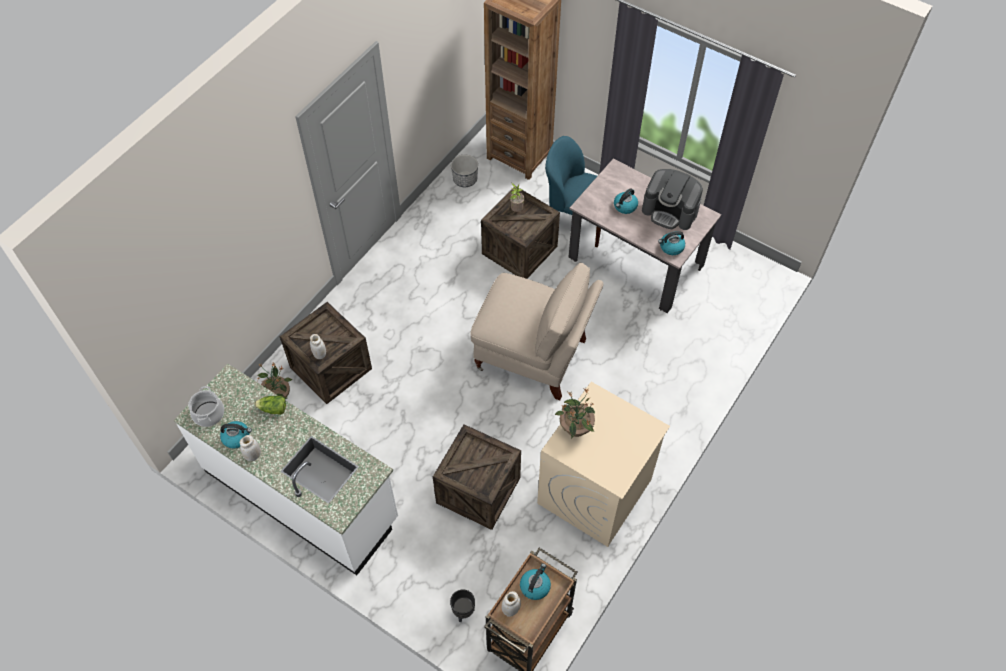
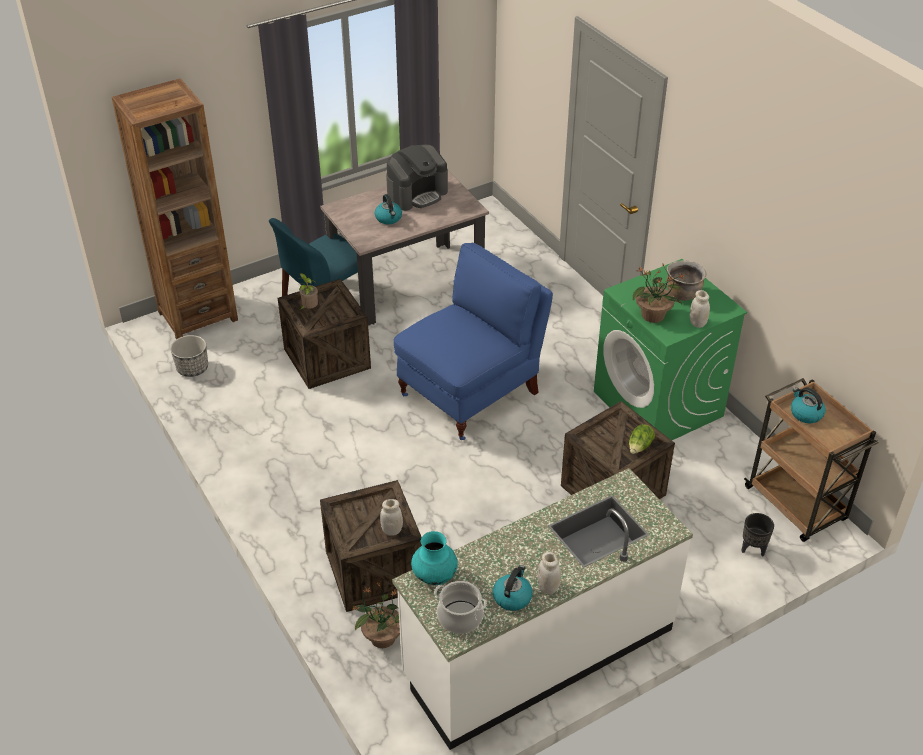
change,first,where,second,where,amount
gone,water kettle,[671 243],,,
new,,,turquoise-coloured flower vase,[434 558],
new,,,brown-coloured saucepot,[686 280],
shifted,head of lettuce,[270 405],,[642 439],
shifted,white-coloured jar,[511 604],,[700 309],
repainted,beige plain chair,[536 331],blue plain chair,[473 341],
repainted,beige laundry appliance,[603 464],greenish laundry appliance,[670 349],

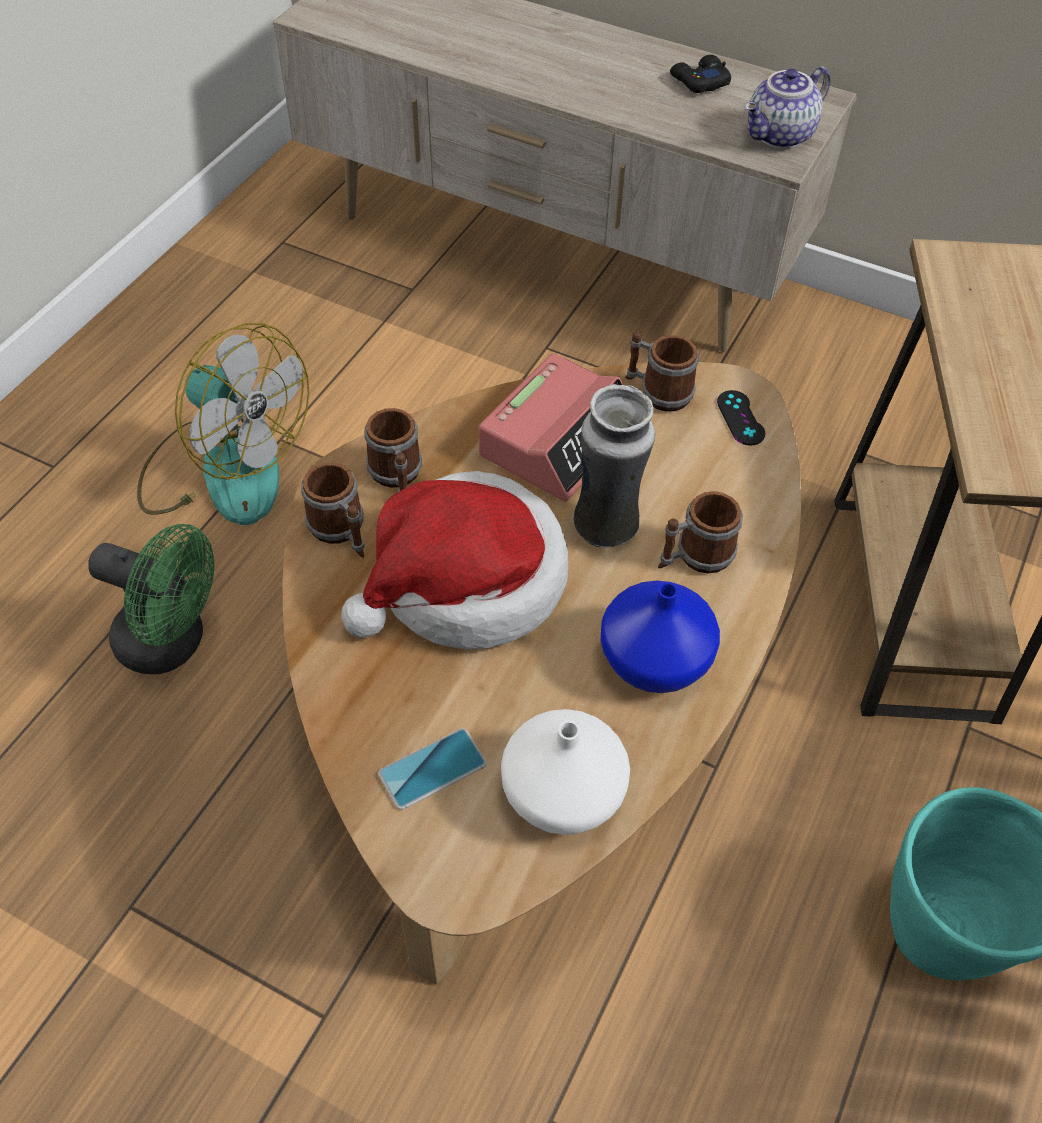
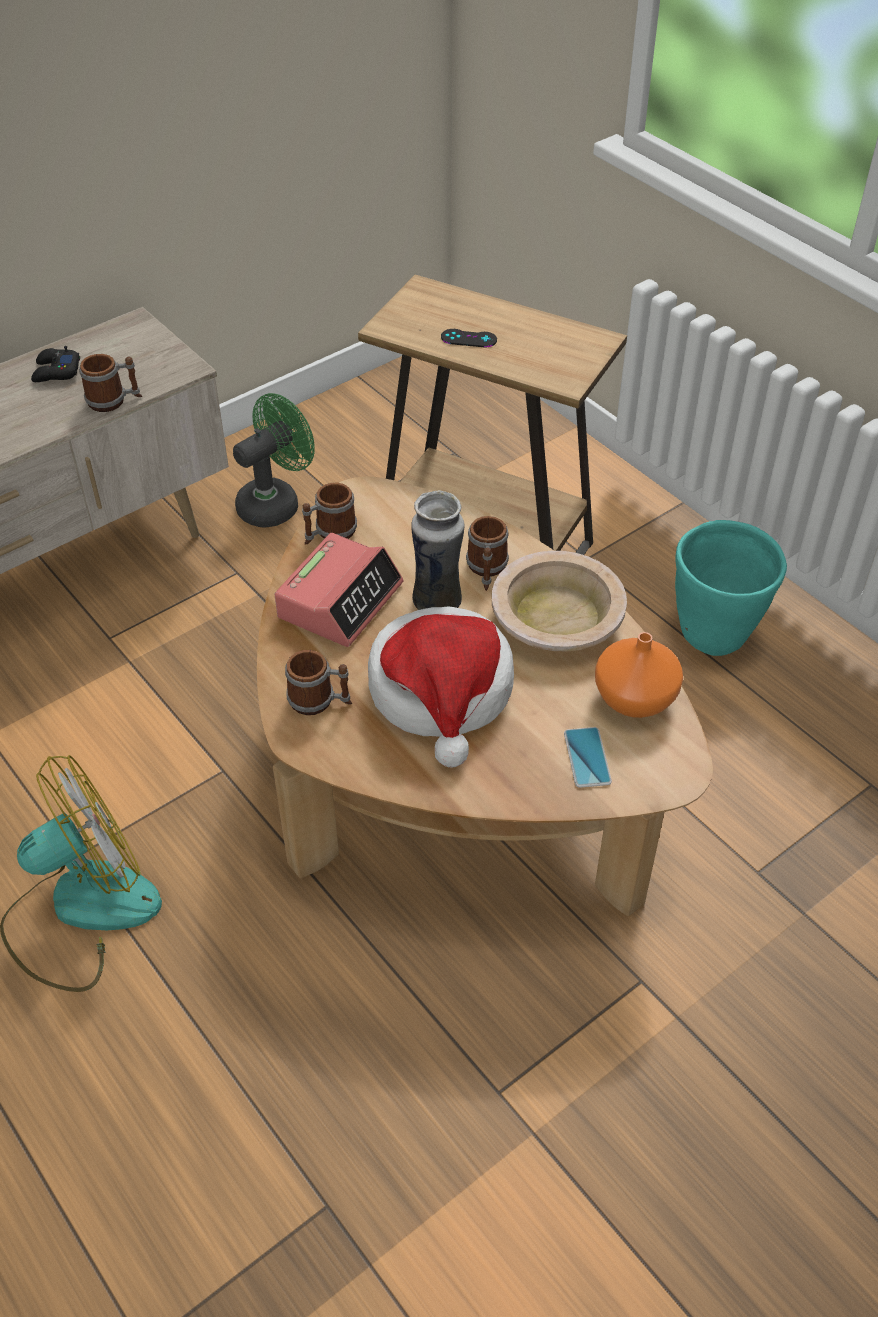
change,first,where,second,where,amount
gone,teapot,[787 107],,,
shifted,greenish cooling fan,[151 599],,[274 460],
shifted,tea mug,[333 510],,[110 383],
shifted,blackish game controller,[741 417],,[469 338],
swapped,blue flower vase,[660 637],beige deep dish,[559 601],
repainted,white-coloured flower vase,[565 772],orangey flower vase,[639 675],
rotated,bedside clock,[550 427],,[339 590],60 degrees clockwise

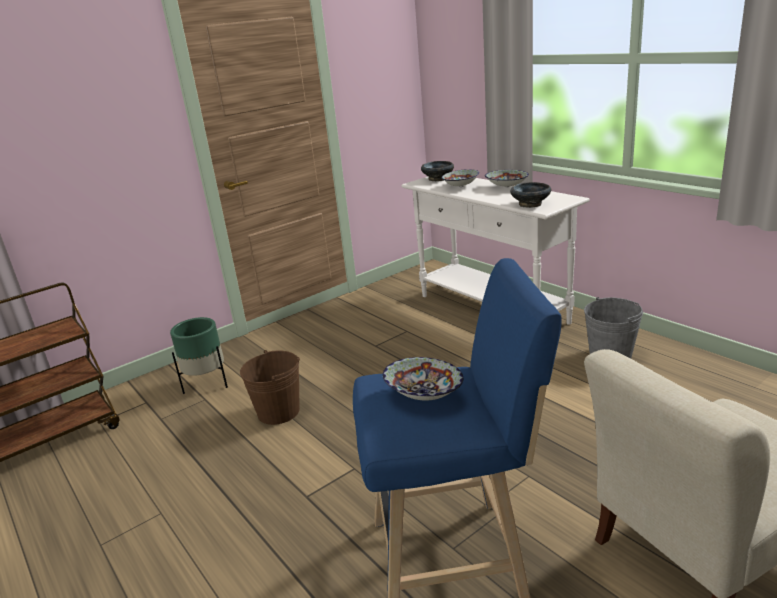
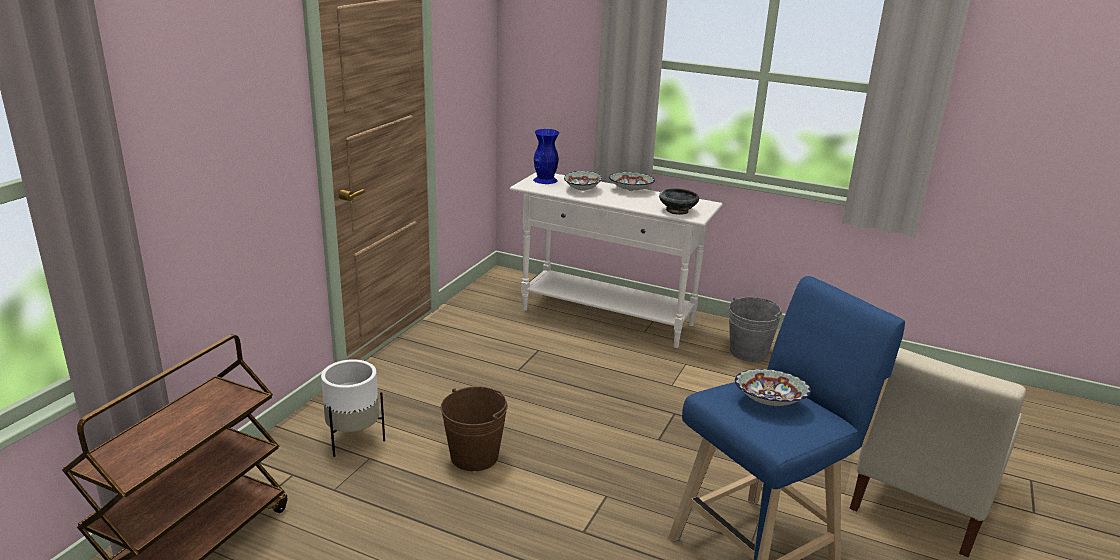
change,first,where,second,where,amount
swapped,blackish deep dish,[437 171],blue flower vase,[546 156],
repainted,greenish plant pot,[199 355],white-coloured plant pot,[353 408],

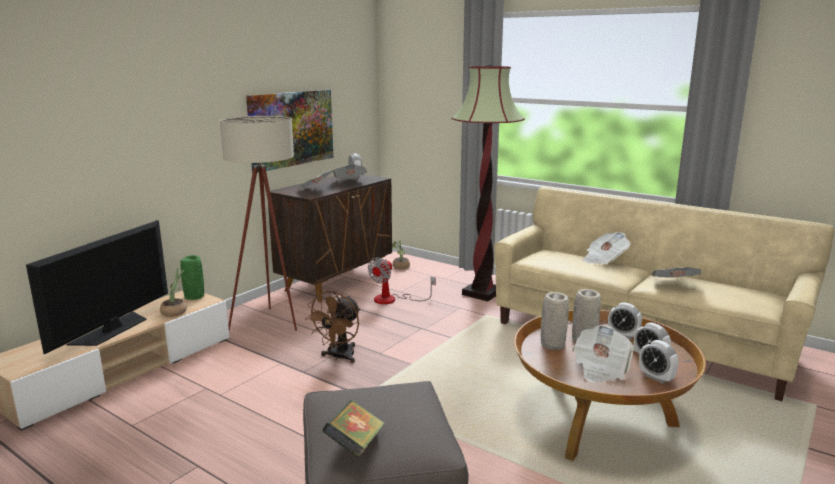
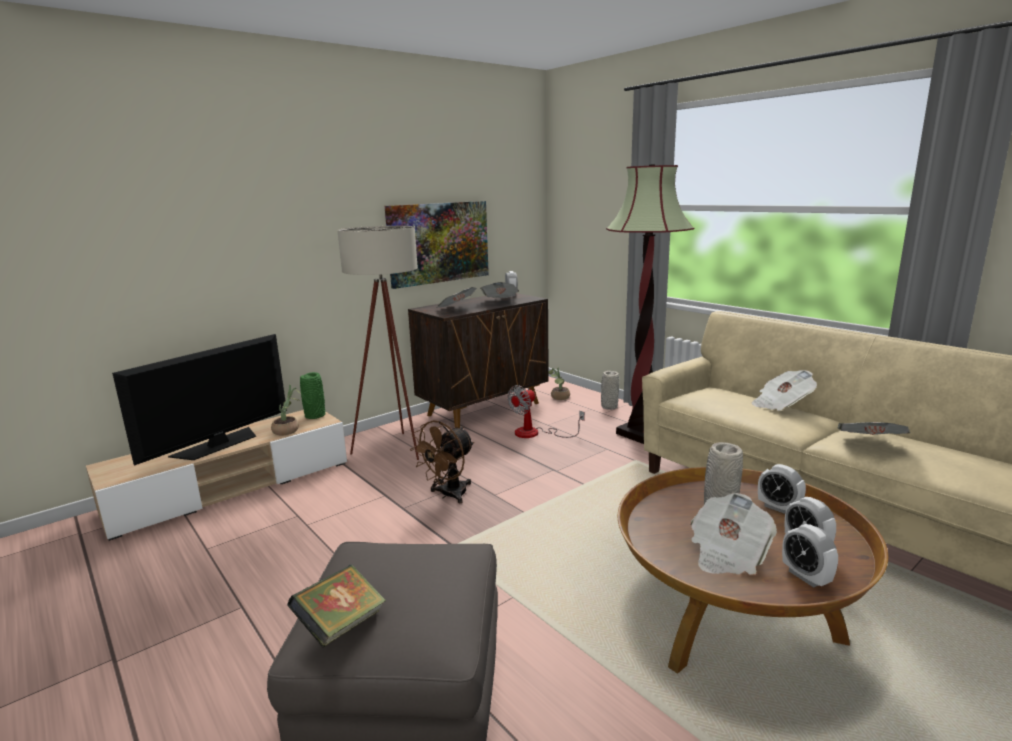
change,first,where,second,where,amount
shifted,grey flower vase,[555 321],,[610 390],

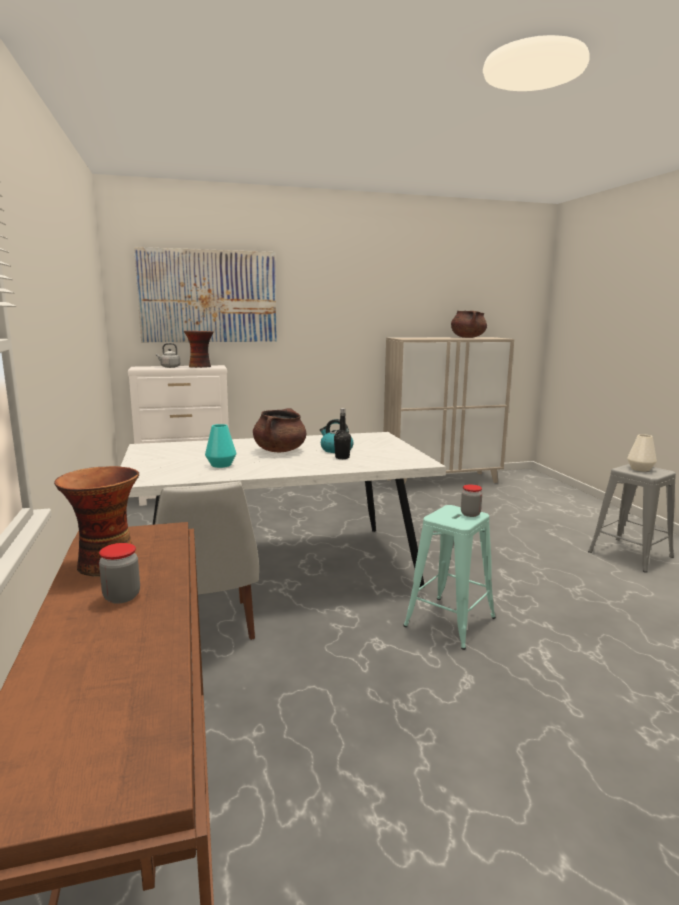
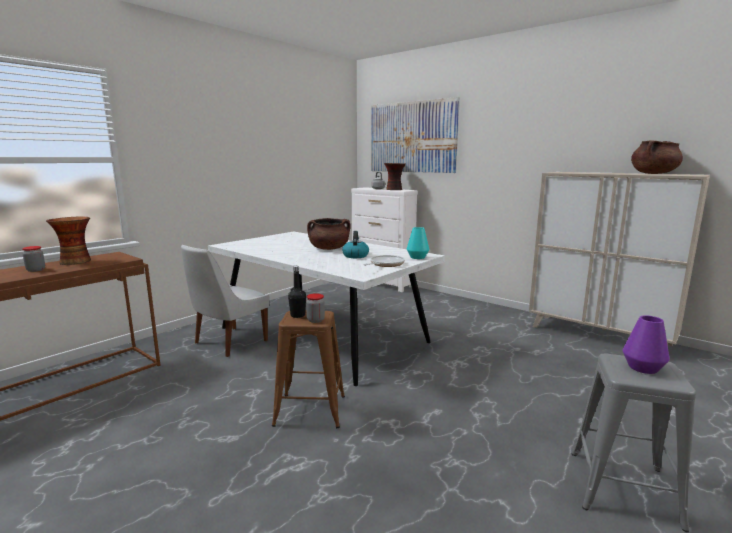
change,first,where,second,where,amount
new,,,skillet,[384 261],
shifted,turquoise-coloured flower vase,[220 446],,[418 243],
shifted,blackish bottle,[342 433],,[297 292],
repainted,turquoise-coloured stool,[449 577],brown-coloured stool,[308 369],
repainted,white-coloured flower vase,[642 452],purplish flower vase,[646 344],

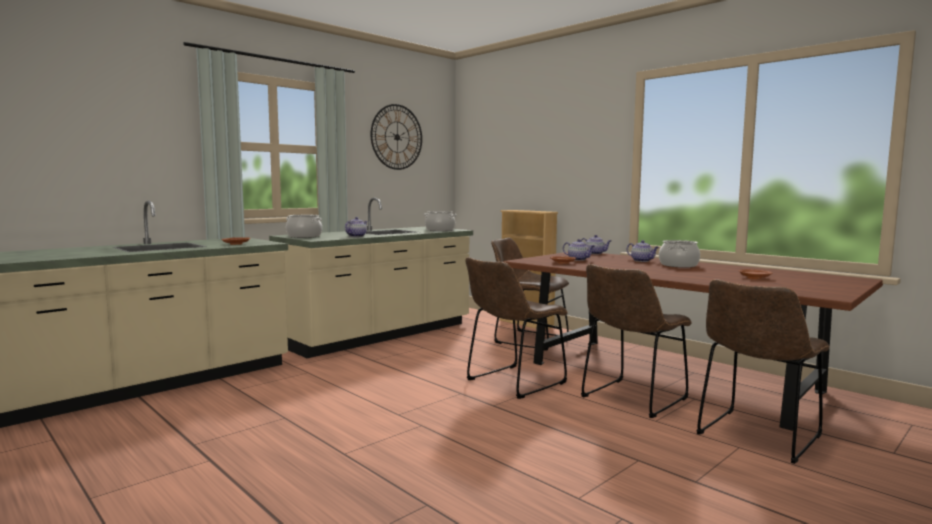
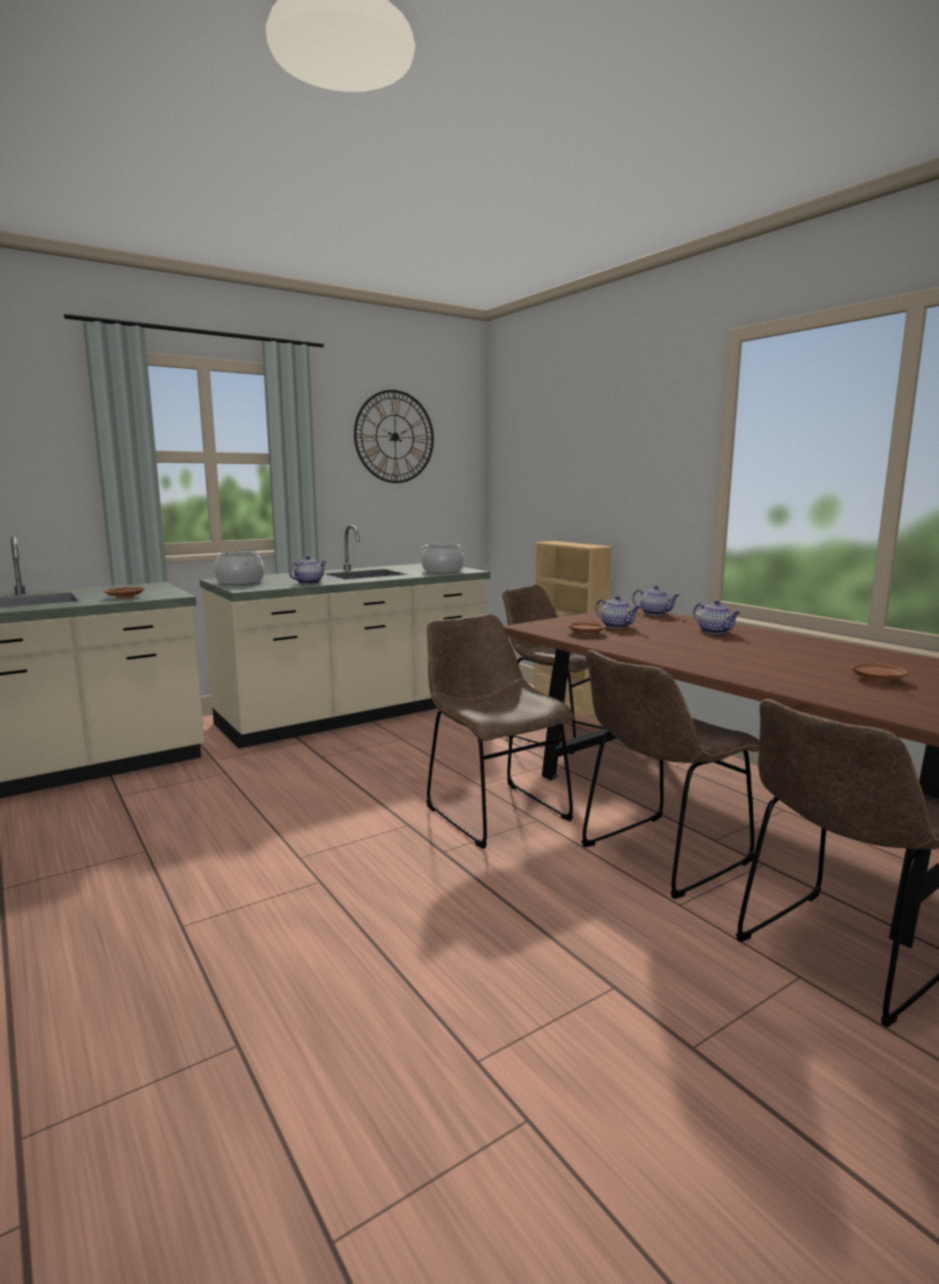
change,first,where,second,where,amount
gone,saucepot,[679 254],,,
rotated,brown-coloured plain chair,[516 328],,[500 731],90 degrees clockwise

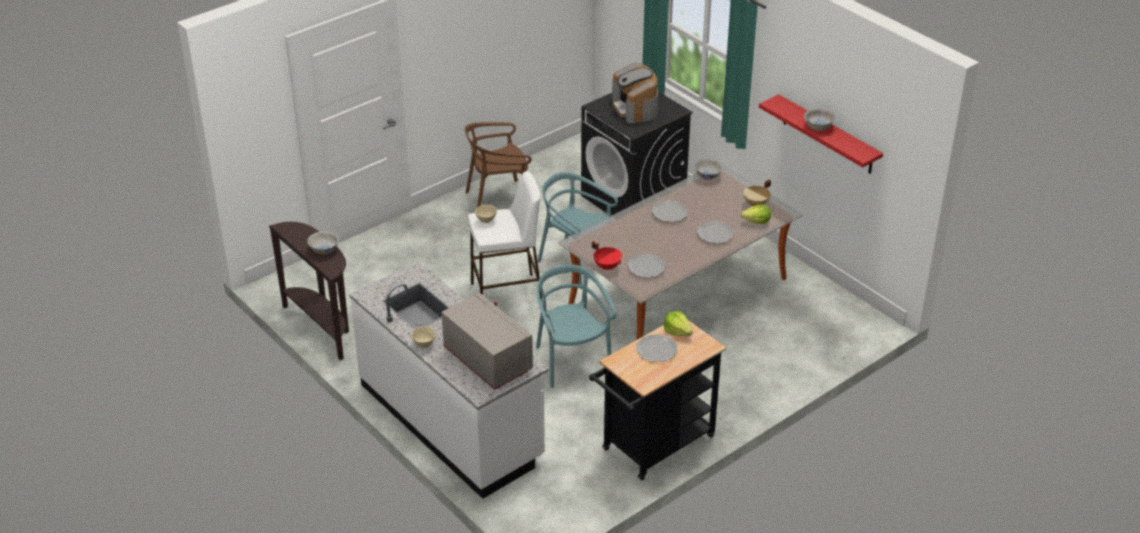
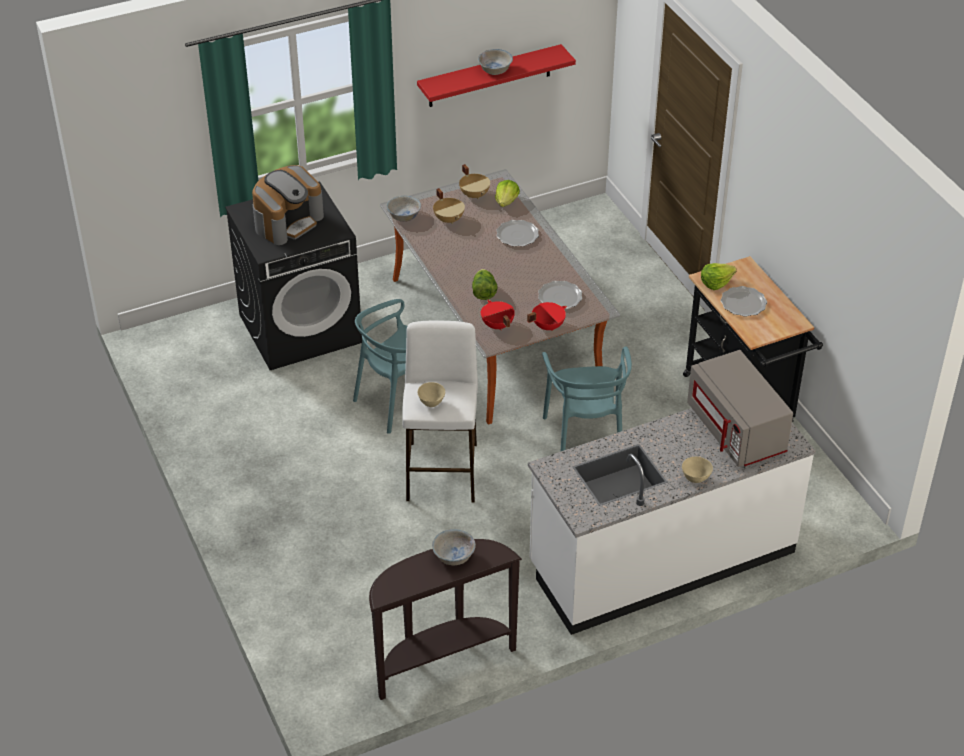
change,first,where,second,where,amount
gone,brown-coloured plain chair,[498 164],,,
gone,plate,[670 211],,,
new,,,beige saucepot,[449 206],
new,,,head of lettuce,[485 284],
new,,,red saucepot,[498 315],
rotated,grey microwave,[487 341],,[740 408],90 degrees counterclockwise
rotated,turquoise-coloured plain chair,[576 326],,[587 399],90 degrees counterclockwise
rotated,coffee maker,[635 93],,[288 205],45 degrees counterclockwise

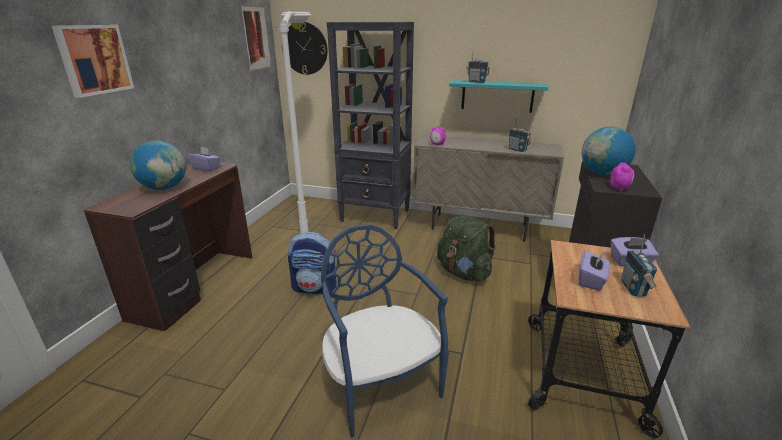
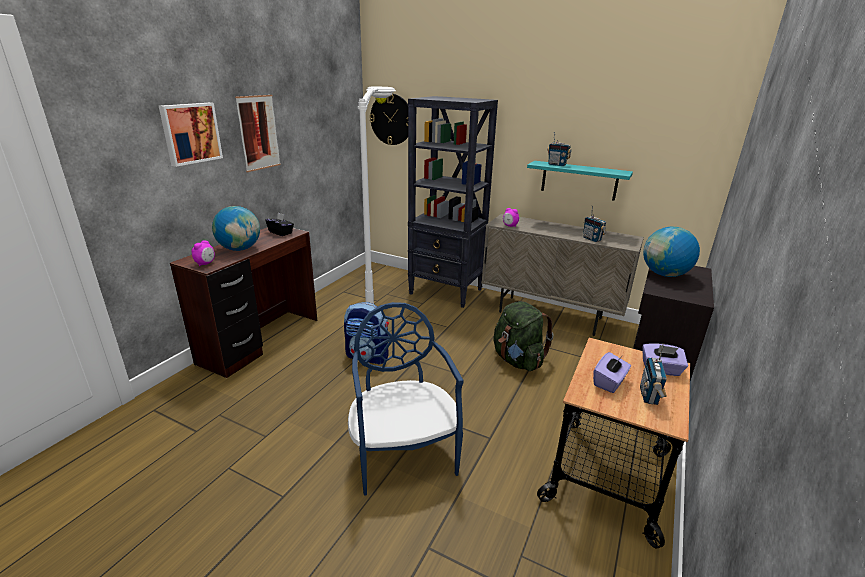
change,first,where,second,where,amount
shifted,picture,[256 38],,[257 133],
shifted,bedside clock,[622 177],,[203 253],
repainted,purplish box of tissues,[204 159],blackish box of tissues,[279 224],

